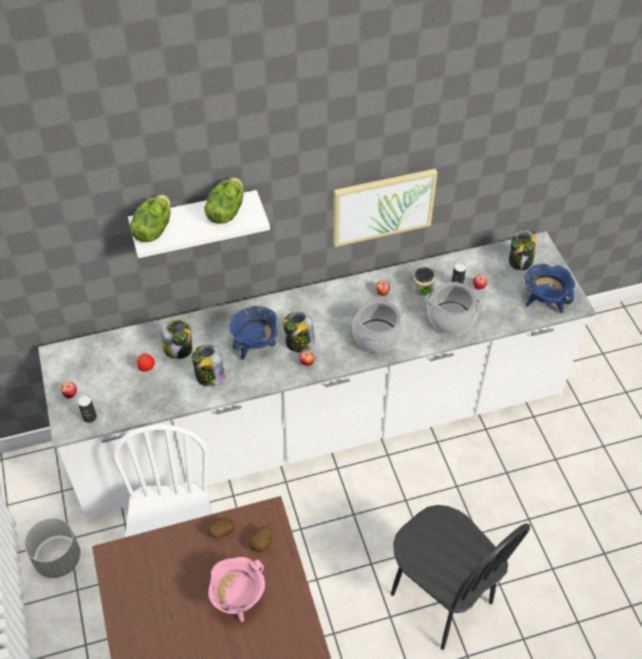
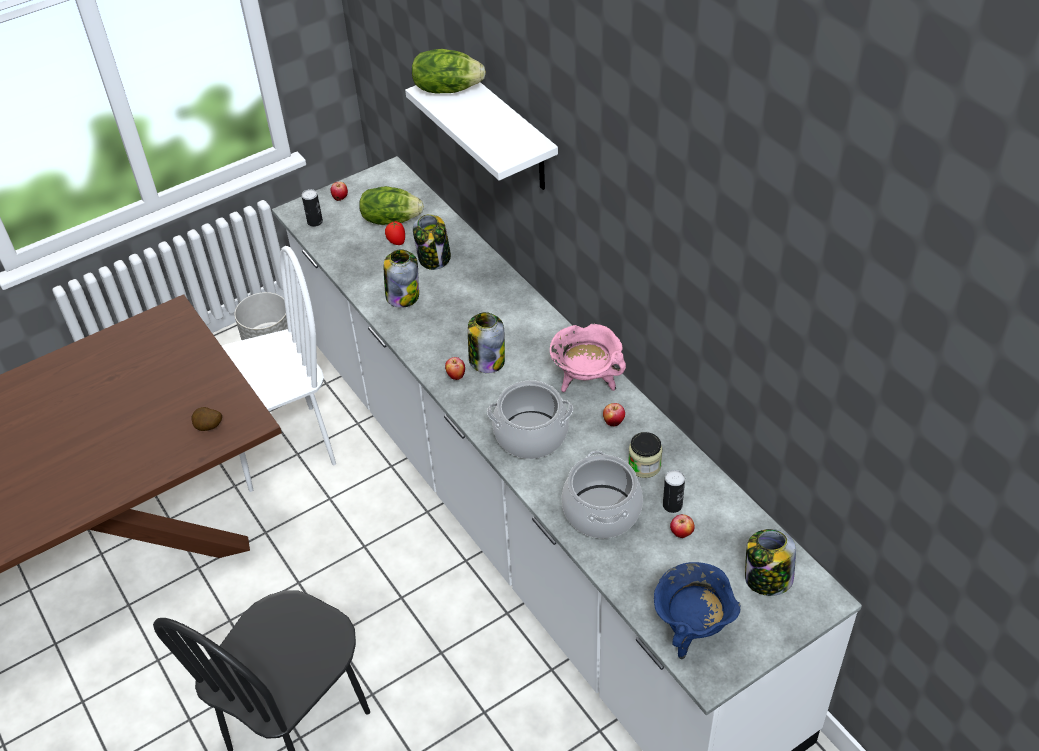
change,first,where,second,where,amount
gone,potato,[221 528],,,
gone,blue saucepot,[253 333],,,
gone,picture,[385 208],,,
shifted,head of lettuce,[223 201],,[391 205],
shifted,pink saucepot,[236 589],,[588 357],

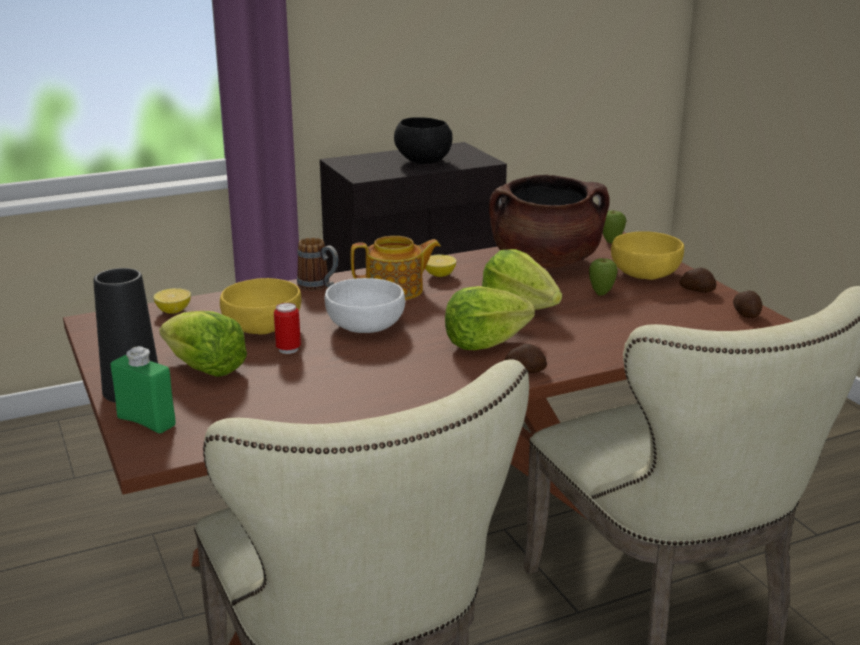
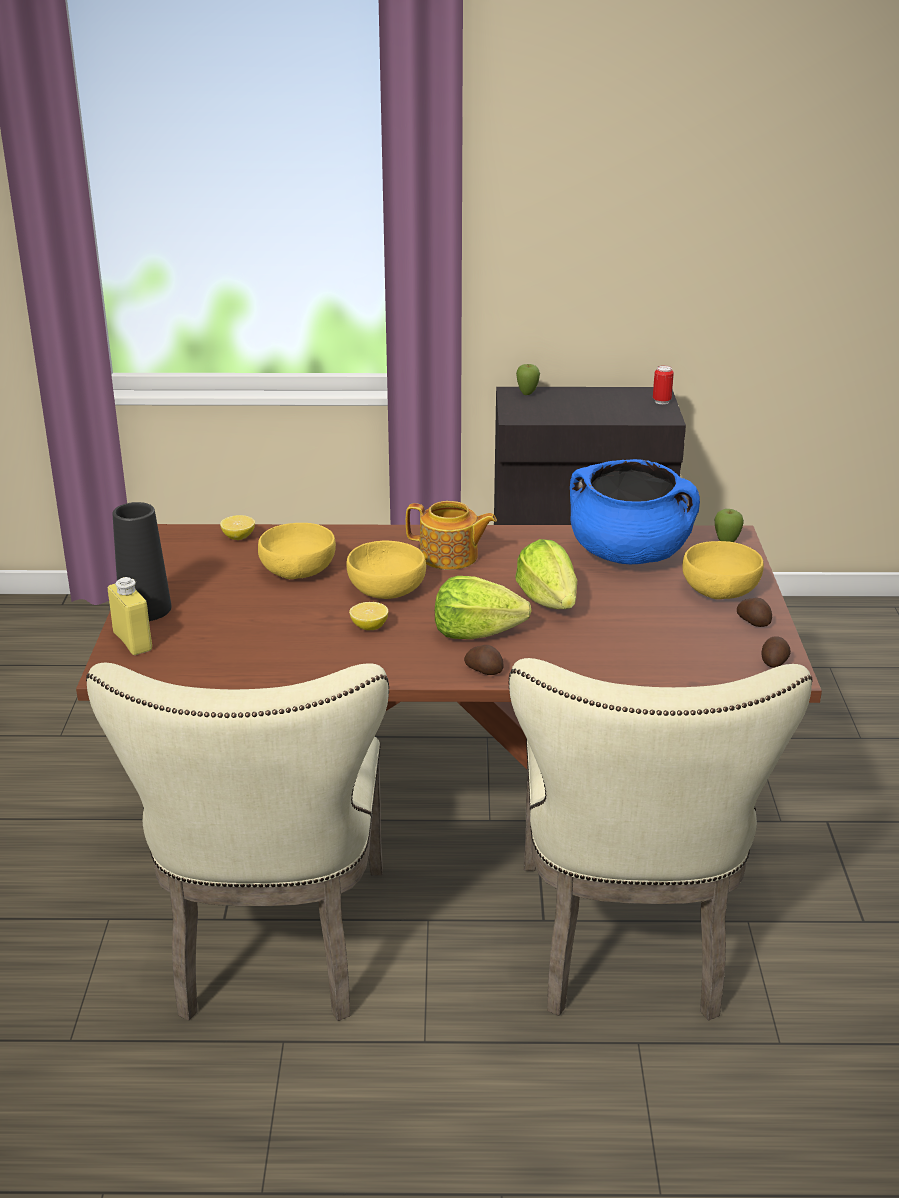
change,first,where,second,where,amount
gone,head of lettuce,[203 344],,,
gone,tea mug,[318 263],,,
gone,blackish deep dish,[423 140],,,
shifted,metal can,[287 328],,[663 384],
shifted,whole lemon,[440 265],,[368 616],
shifted,apple,[603 277],,[528 379],
repainted,greenish bottle,[143 389],yellow bottle,[130 616],
repainted,white-coloured deep dish,[365 305],yellow deep dish,[386 569],
repainted,brown-coloured saucepot,[549 221],blue saucepot,[635 511],

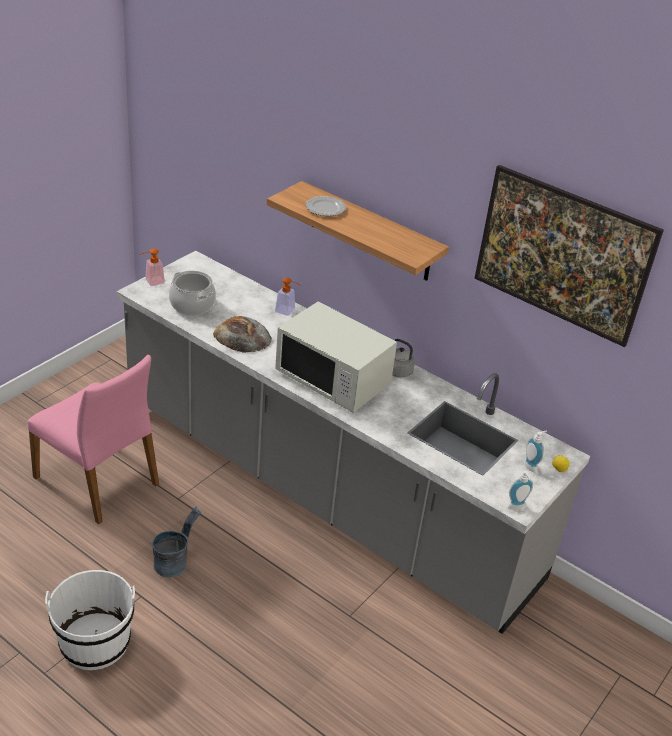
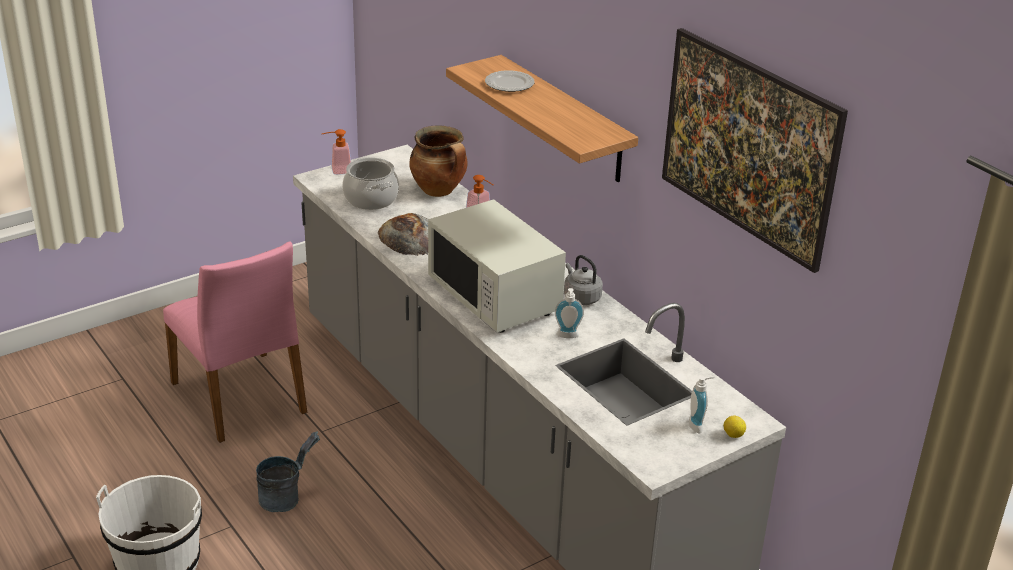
change,first,where,second,where,amount
new,,,saucepot,[438 161],
shifted,soap bottle,[520 490],,[569 313],

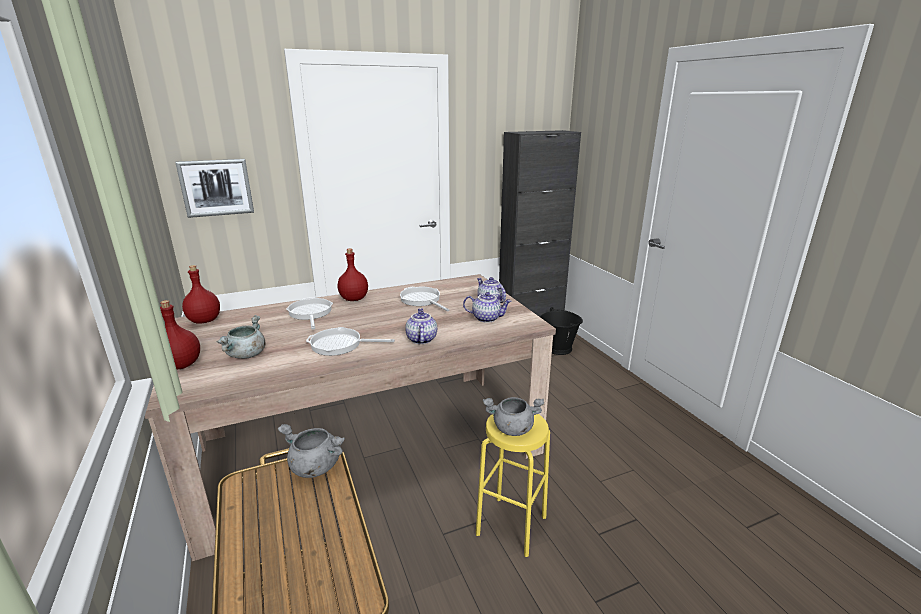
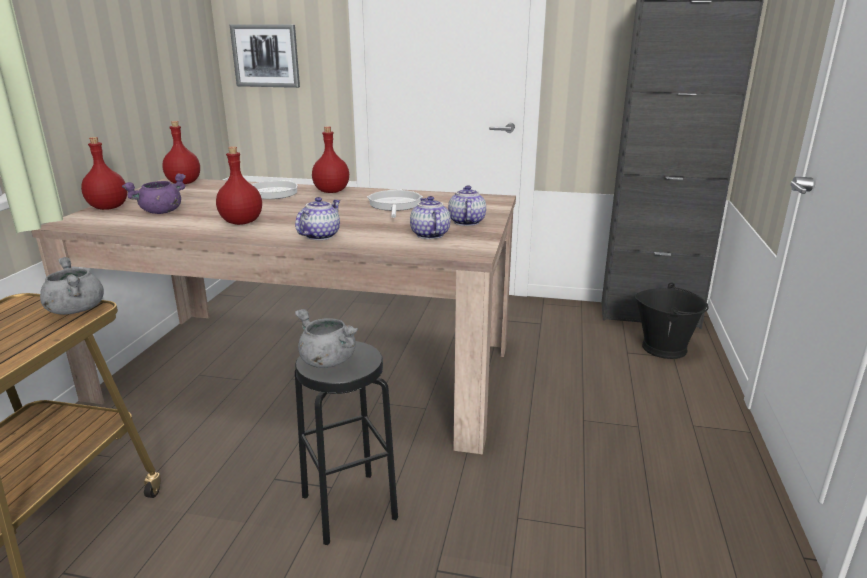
change,first,where,second,where,amount
swapped,skillet,[350 341],red bottle,[239 185],
repainted,grey saucepot,[241 337],purplish saucepot,[154 193],
repainted,yellow stool,[513 485],blackish stool,[346 443],
rotated,teapot,[487 307],,[430 217],150 degrees counterclockwise

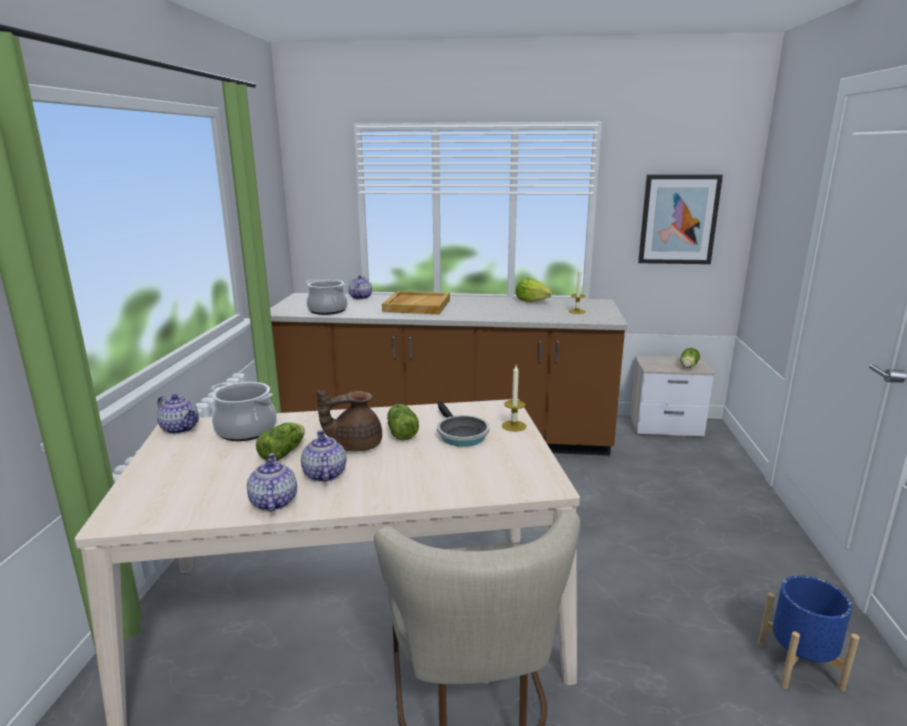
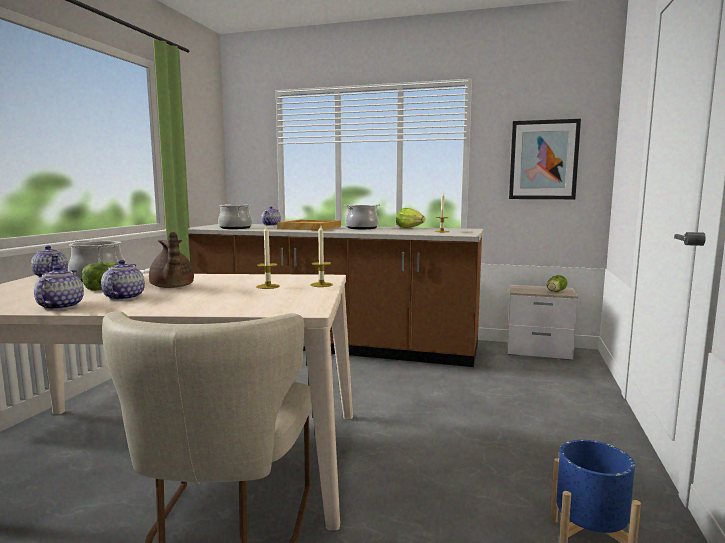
change,first,where,second,where,amount
gone,head of lettuce,[403 422],,,
new,,,saucepot,[361 216],
swapped,skillet,[463 424],wax light,[268 257],
rotated,brown-coloured teapot,[349 421],,[171 260],105 degrees counterclockwise

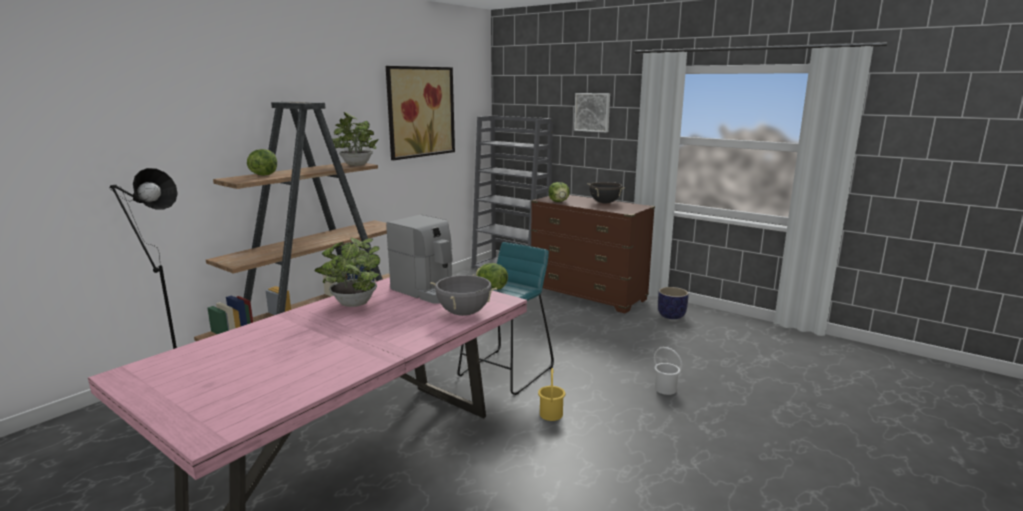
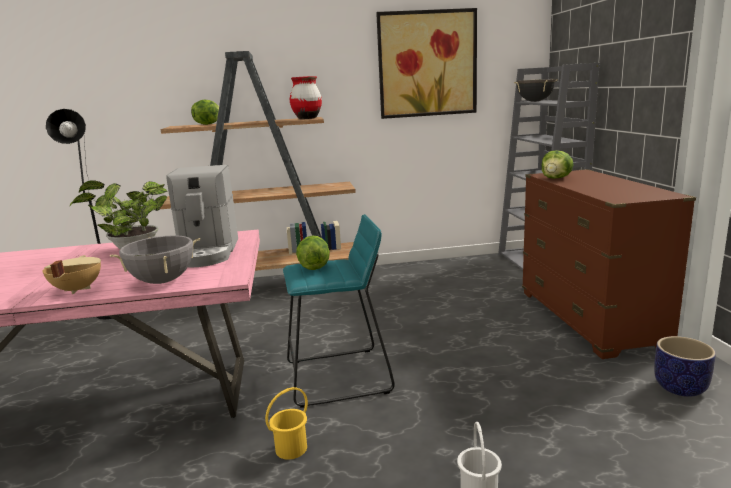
change,first,where,second,where,amount
gone,picture,[592 112],,,
new,,,beige saucepot,[71 274],
shifted,blackish saucepot,[606 192],,[536 90],
swapped,houseplant,[355 139],red flower vase,[306 97],

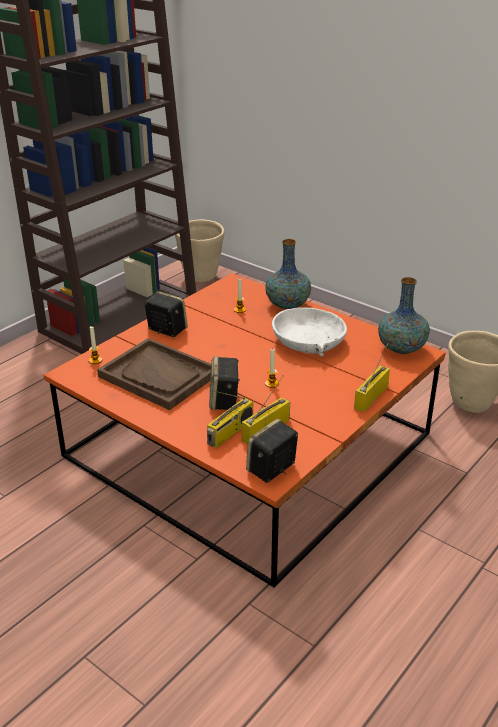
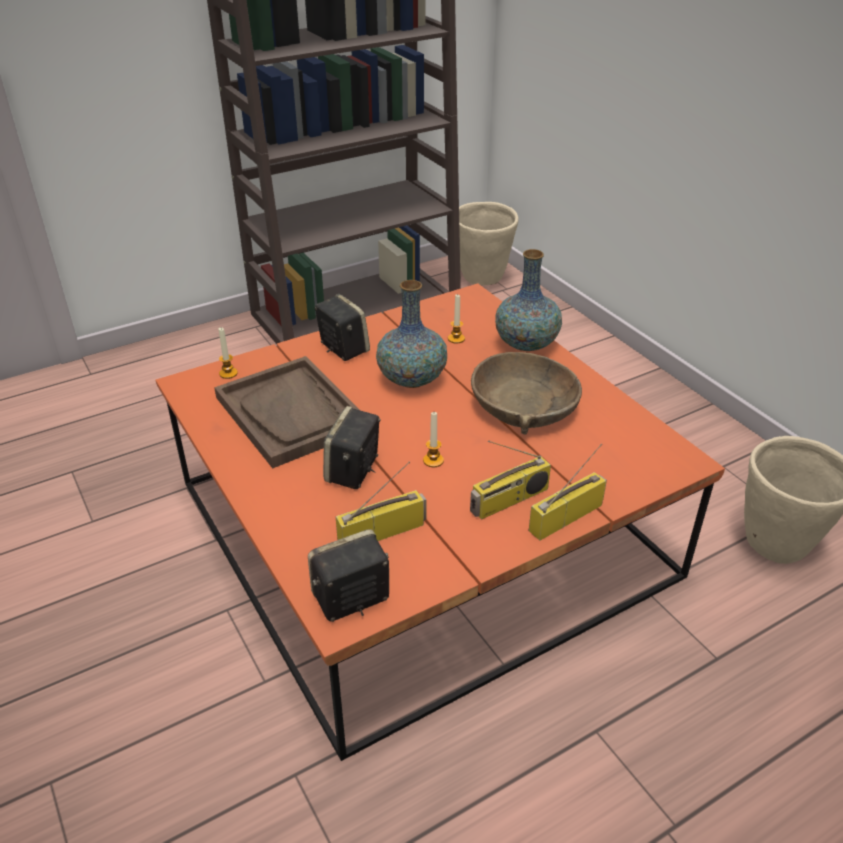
change,first,where,second,where,amount
shifted,radio,[230 419],,[510 479],
shifted,flower vase,[404 315],,[411 334],
repainted,white-coloured deep dish,[309 331],brown-coloured deep dish,[526 393],

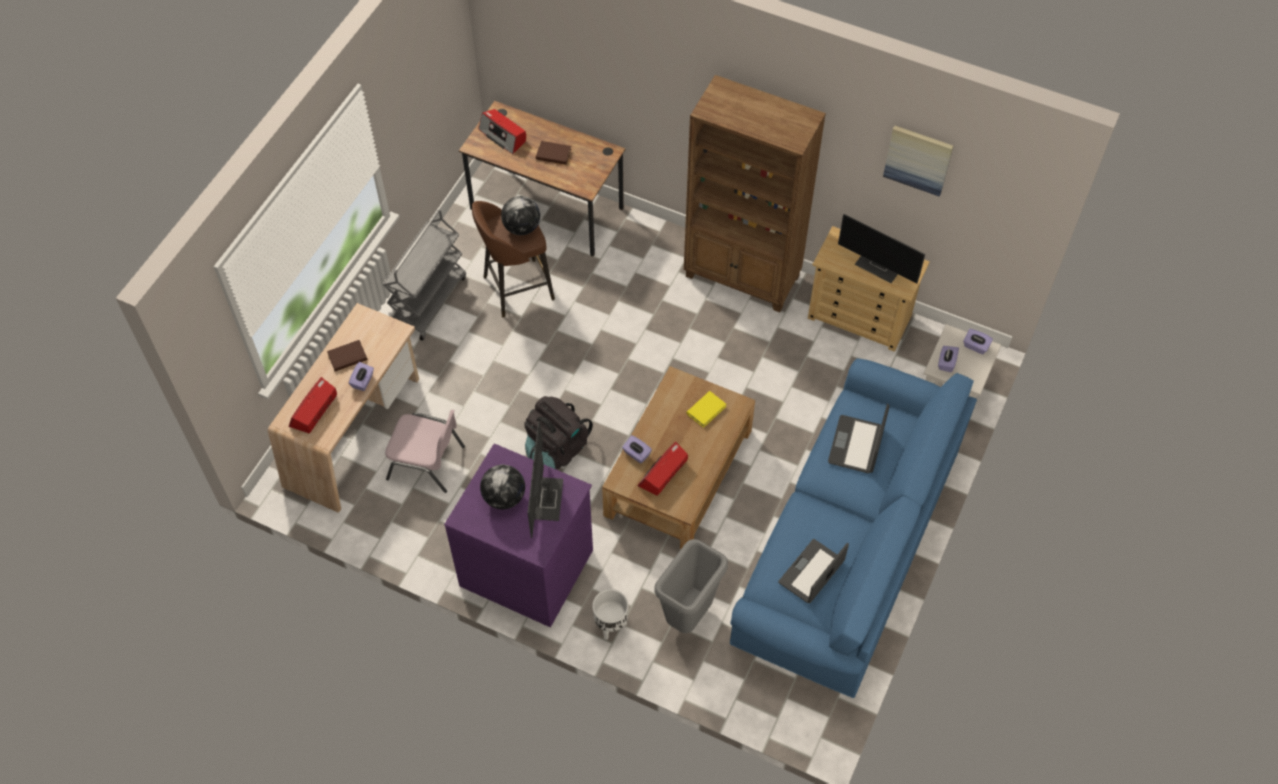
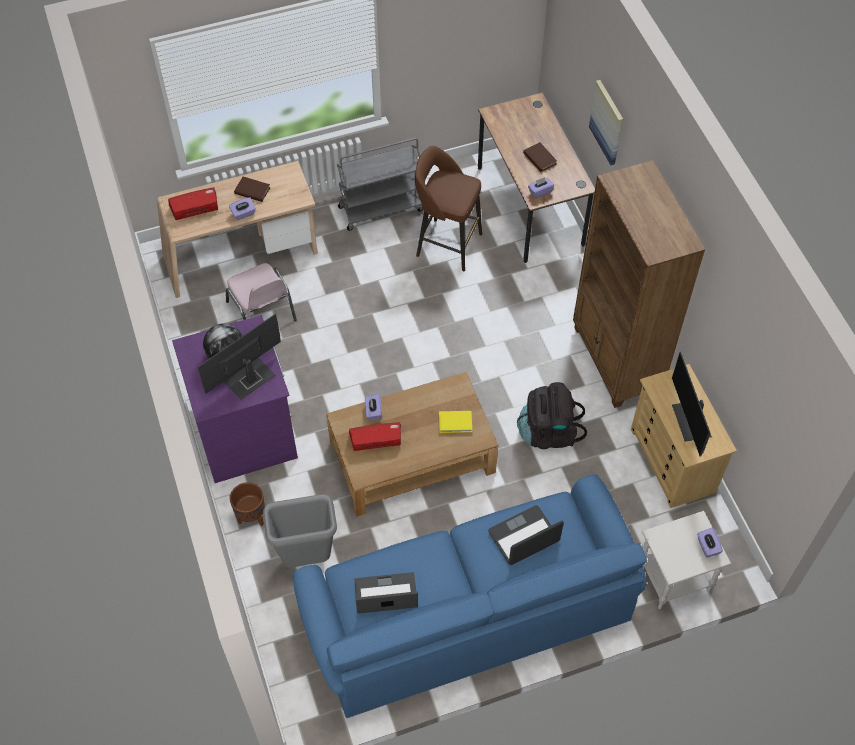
change,first,where,second,where,amount
gone,radio,[502 131],,,
gone,desk globe,[520 215],,,
shifted,blackish knapsack,[559 432],,[552 415],
shifted,picture,[918 161],,[606 122],
shifted,purplish box of tissues,[948 359],,[541 188],
repainted,white-coloured plant pot,[610 614],brown-coloured plant pot,[247 504],

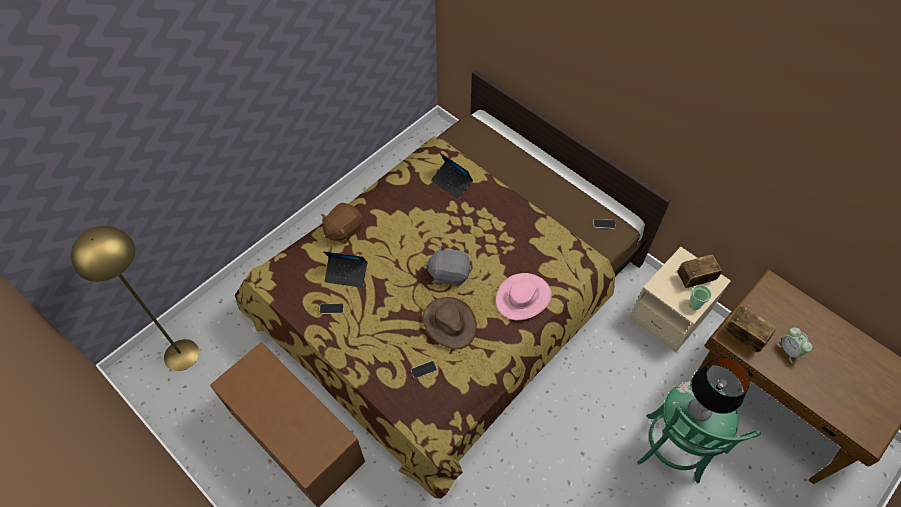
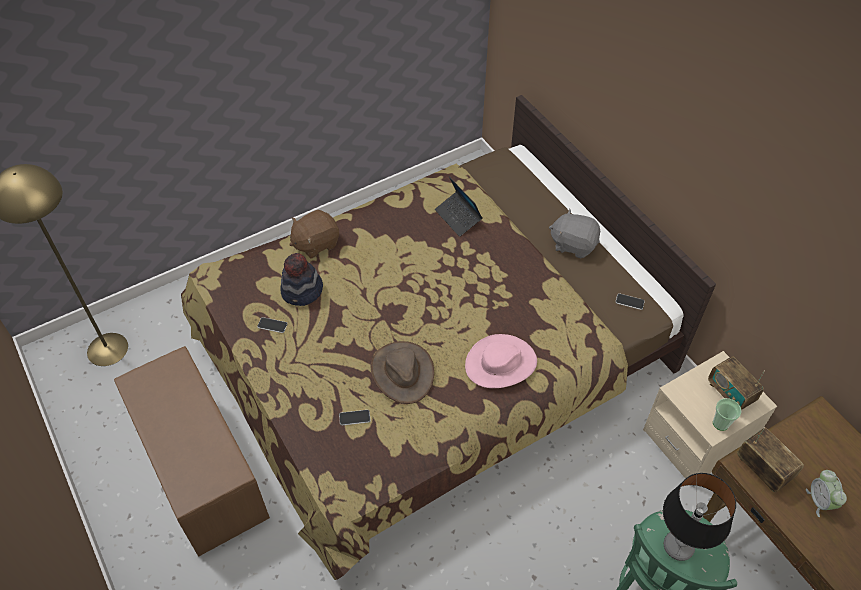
change,first,where,second,where,amount
shifted,grey plush toy,[448 265],,[574 233],
swapped,notebook computer,[345 269],hat,[301 279],
rotated,radio,[699 271],,[736 383],120 degrees counterclockwise

